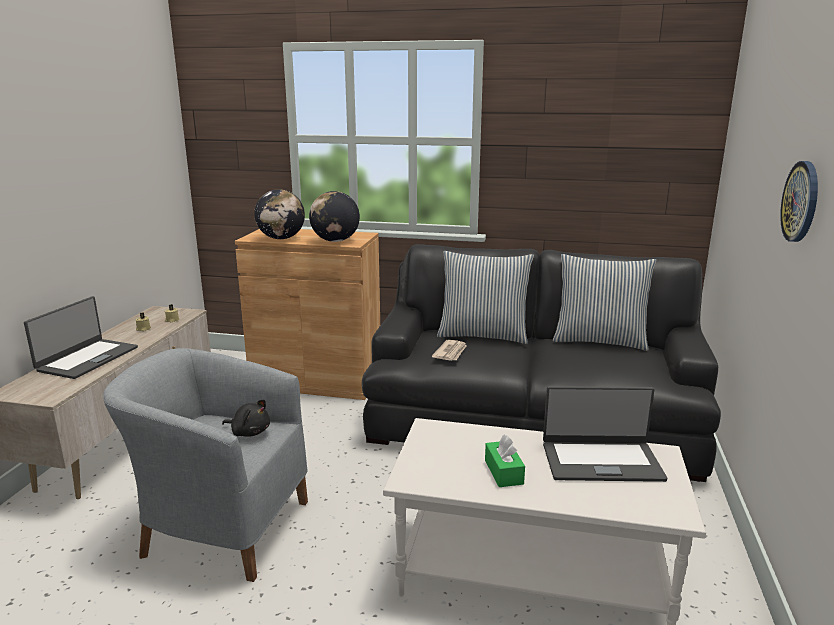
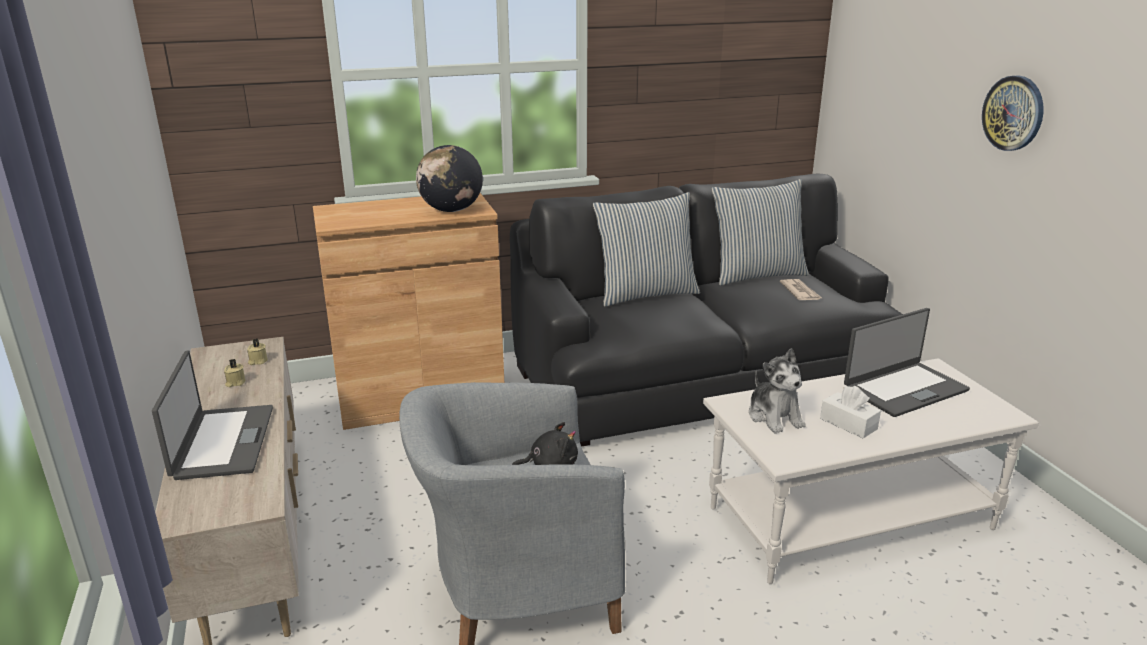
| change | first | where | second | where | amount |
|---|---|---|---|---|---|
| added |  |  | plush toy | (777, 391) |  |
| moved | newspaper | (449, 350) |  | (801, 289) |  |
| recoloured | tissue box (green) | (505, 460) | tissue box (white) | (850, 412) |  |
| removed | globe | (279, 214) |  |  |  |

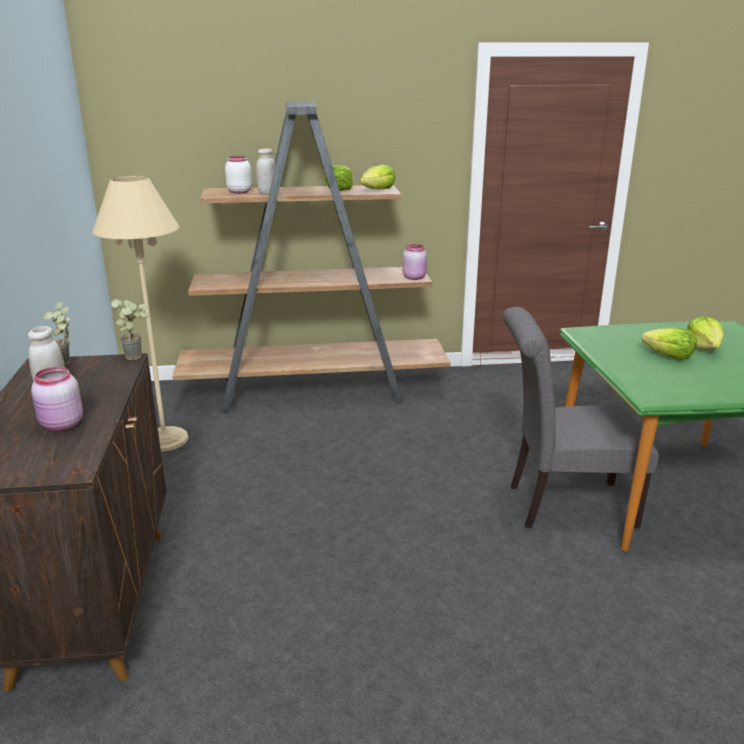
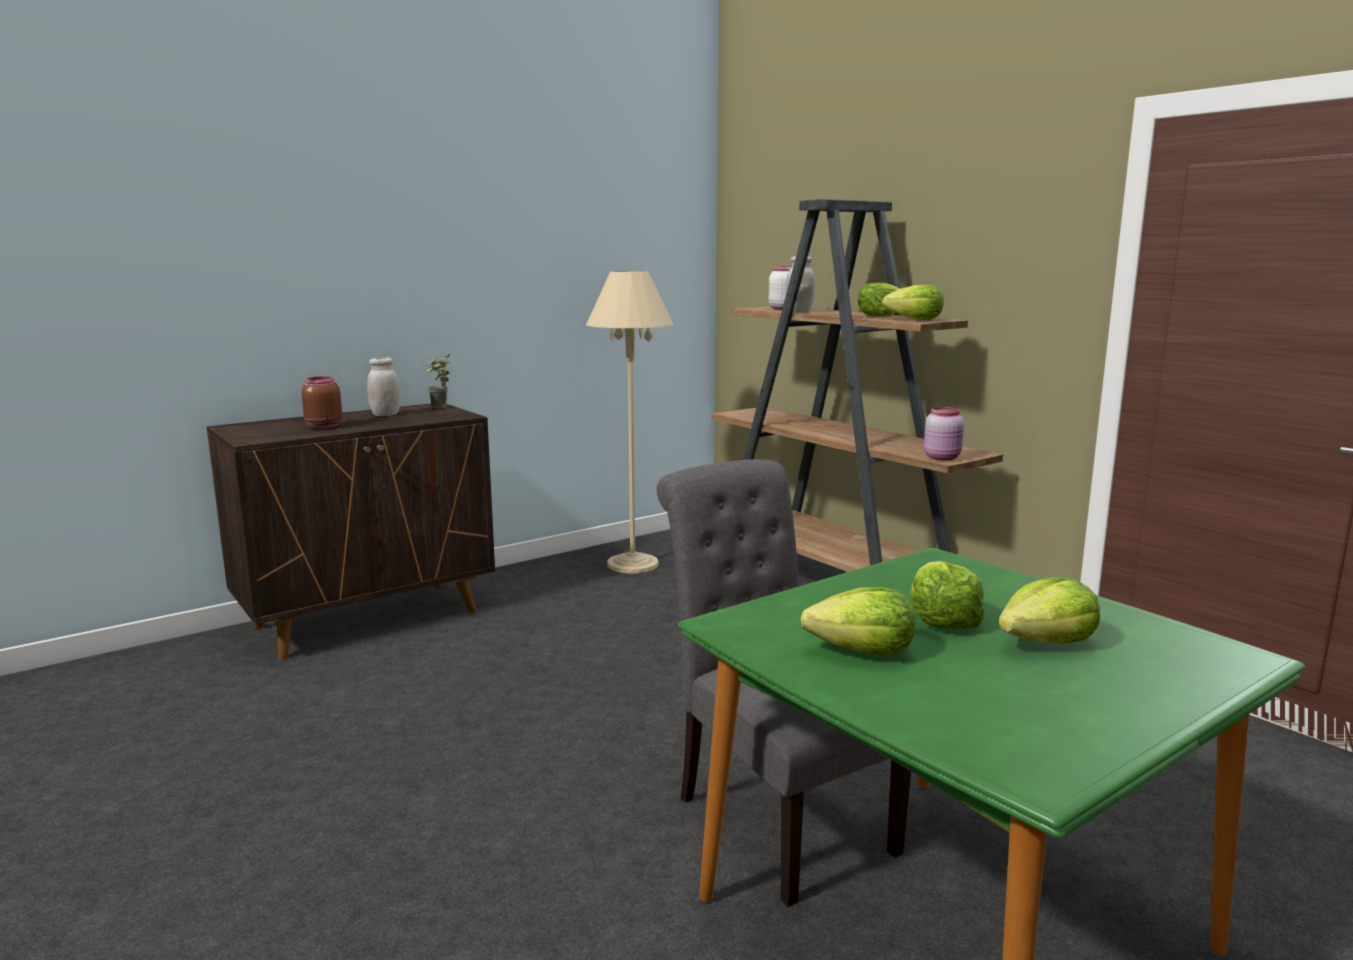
| change | first | where | second | where | amount |
|---|---|---|---|---|---|
| recoloured | jar (pink) | (57, 399) | jar (brown) | (322, 402) |  |
| added |  |  | lettuce | (858, 621) |  |
| removed | potted plant | (130, 329) |  |  |  |

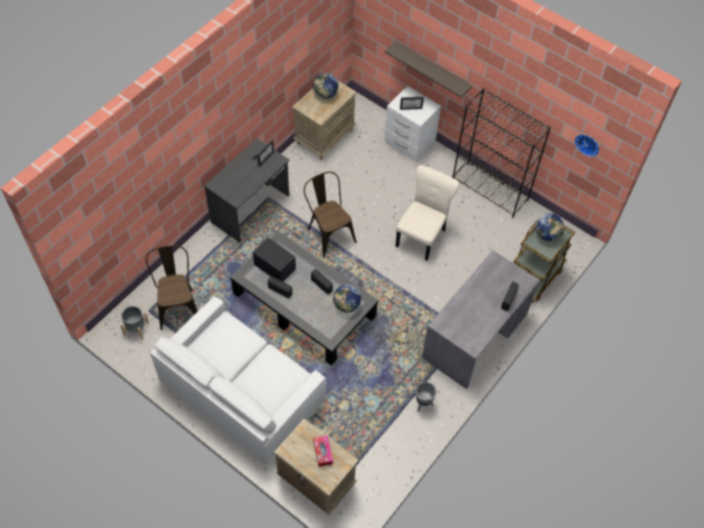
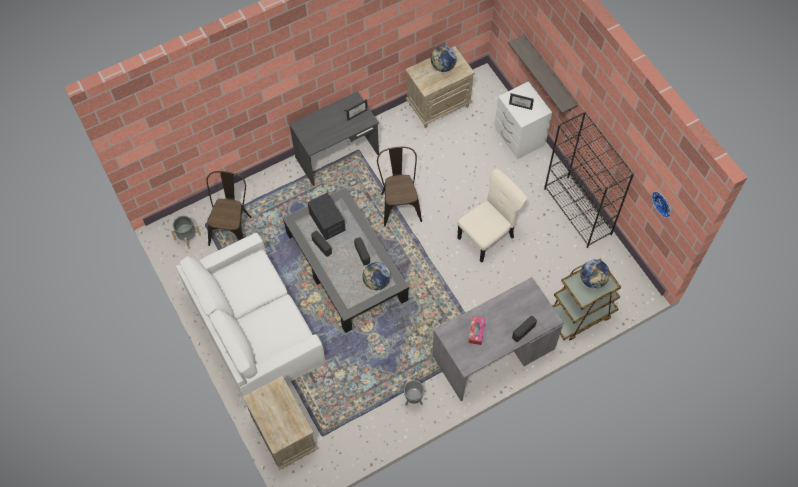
| change | first | where | second | where | amount |
|---|---|---|---|---|---|
| moved | tissue box | (323, 451) |  | (477, 330) |  |

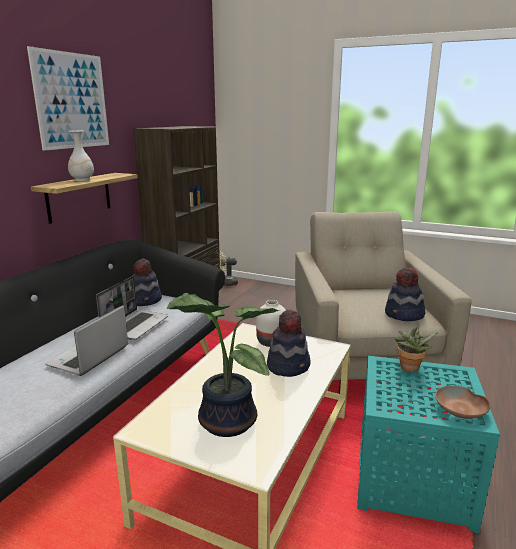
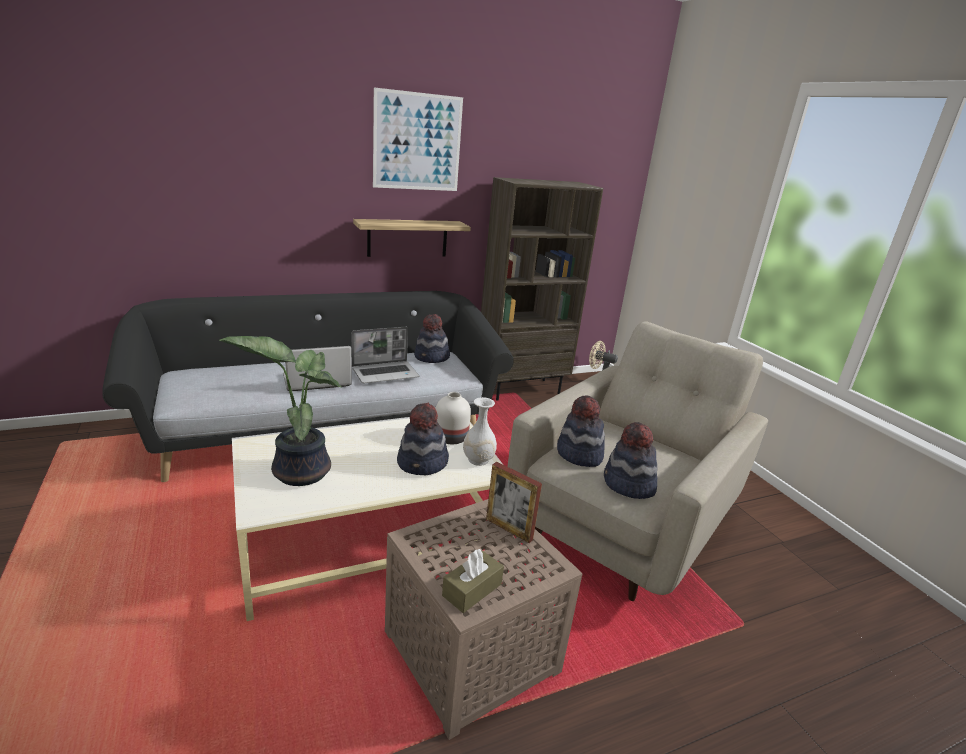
| change | first | where | second | where | amount |
|---|---|---|---|---|---|
| recoloured | side table (turquoise) | (428, 444) | side table (brown) | (484, 619) |  |
| replaced | bowl (brown) | (462, 402) | tissue box (brown) | (473, 581) |  |
| moved | vase (white) | (81, 156) |  | (480, 431) |  |
| replaced | potted plant | (416, 348) | picture frame | (514, 502) |  |
| added |  |  | hat | (581, 431) |  |

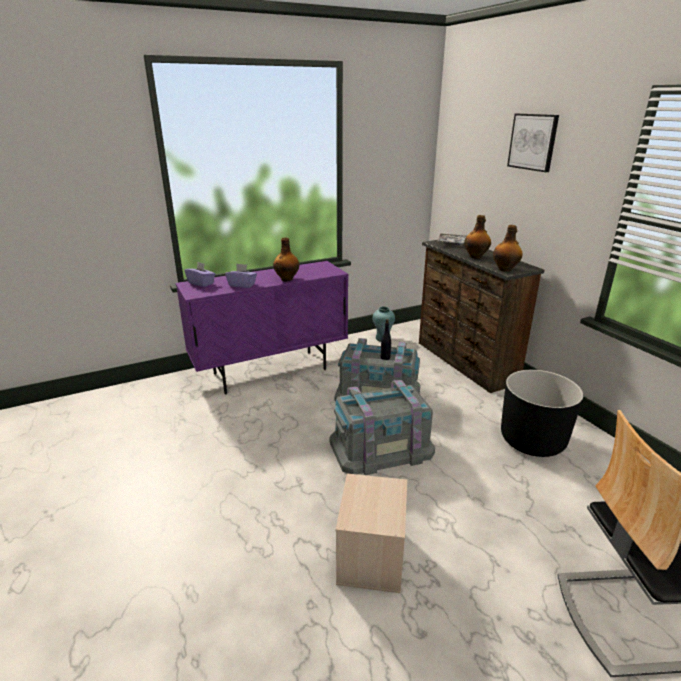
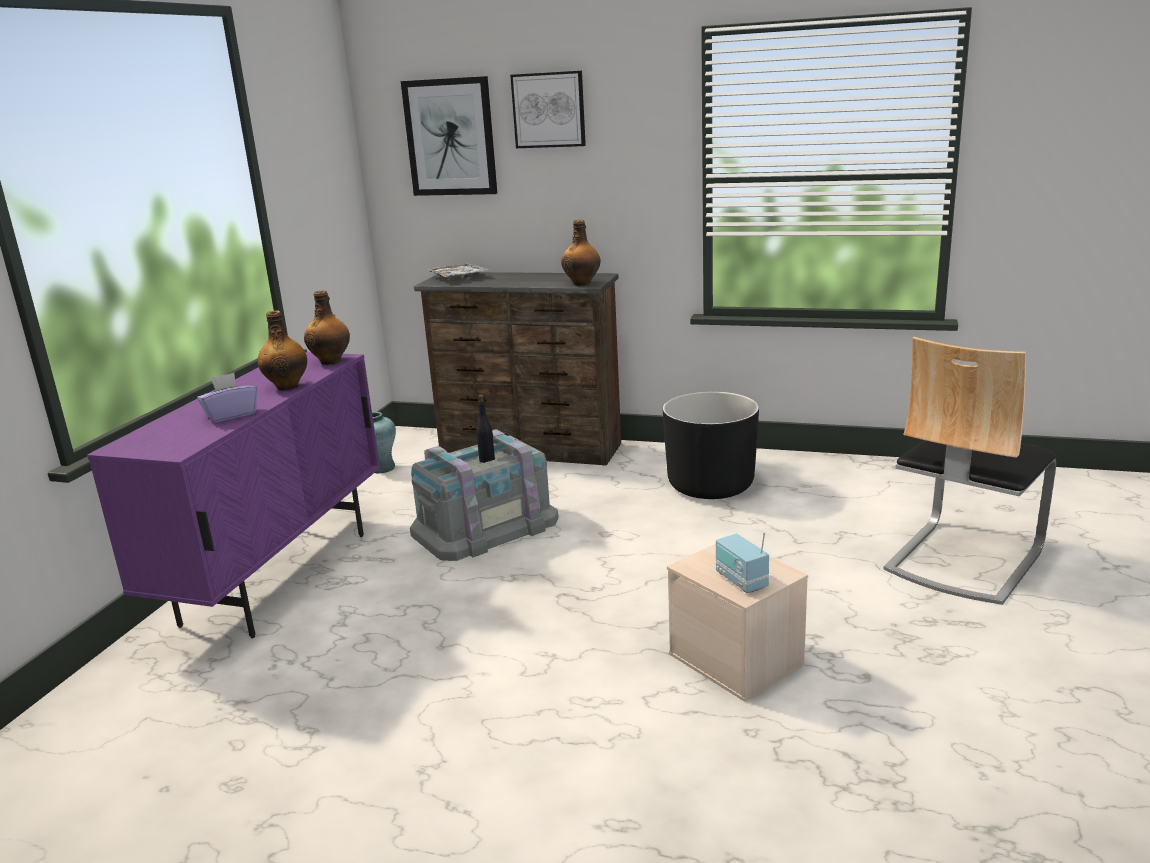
| change | first | where | second | where | amount |
|---|---|---|---|---|---|
| moved | bottle | (477, 237) |  | (327, 327) |  |
| added |  |  | picture | (449, 136) |  |
| added |  |  | radio | (742, 562) |  |
| removed | tissue box (purple) | (199, 274) |  |  |  |
| removed | storage box (grey) | (382, 427) |  |  |  |

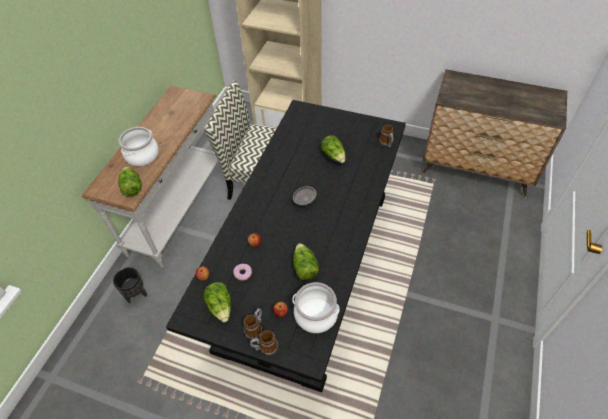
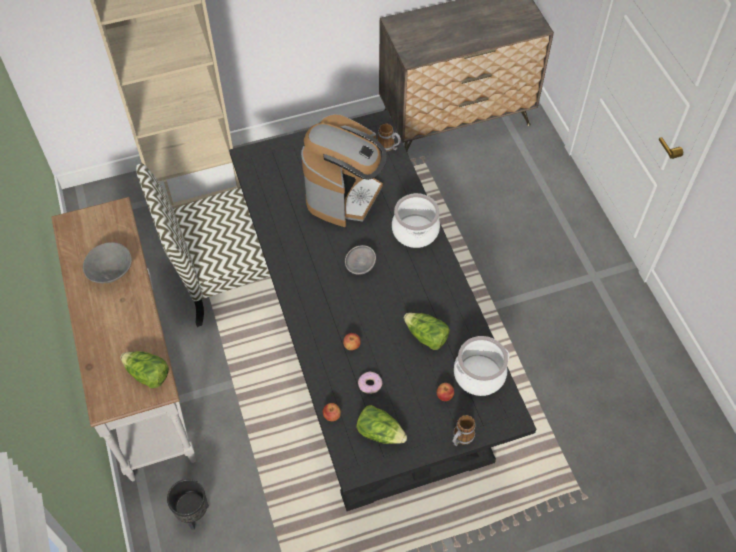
| change | first | where | second | where | amount |
|---|---|---|---|---|---|
| added |  |  | bowl (grey) | (107, 262) |  |
| replaced | lettuce | (333, 149) | coffee machine | (344, 170) |  |
| moved | cooking pot | (139, 146) |  | (416, 220) |  |
| removed | mug | (253, 323) |  |  |  |

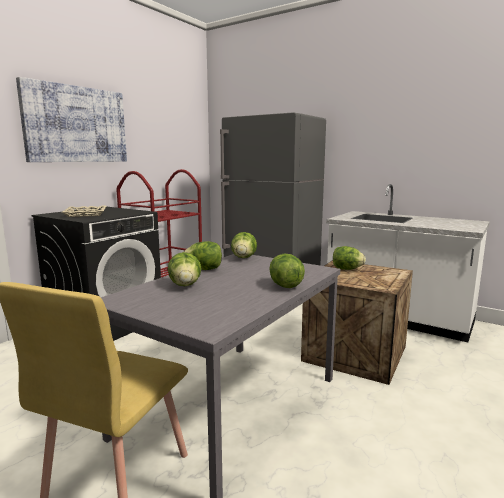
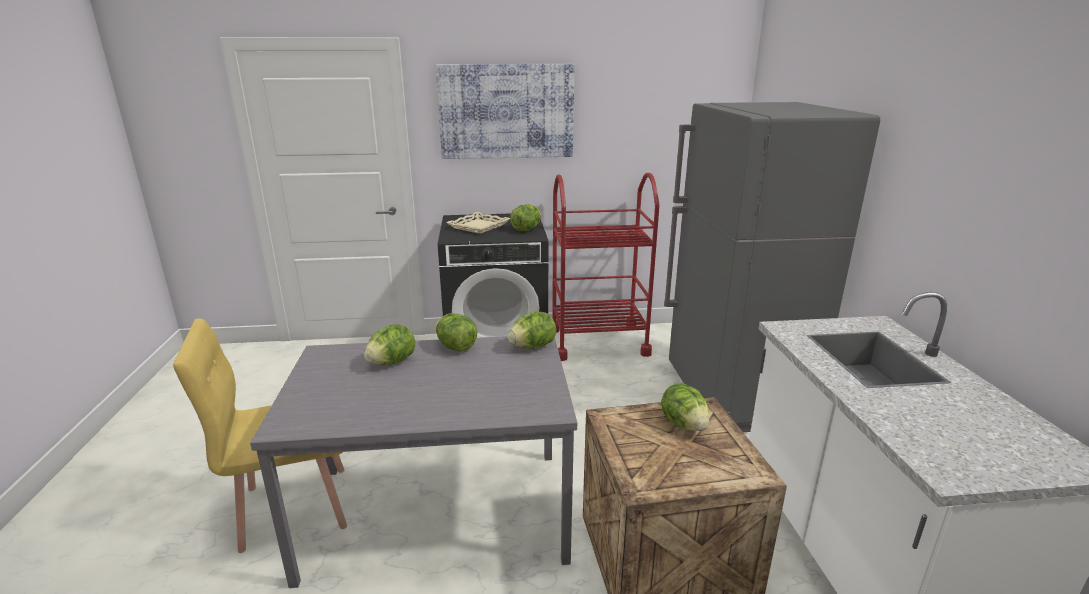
| change | first | where | second | where | amount |
|---|---|---|---|---|---|
| moved | lettuce | (287, 270) |  | (525, 217) |  |

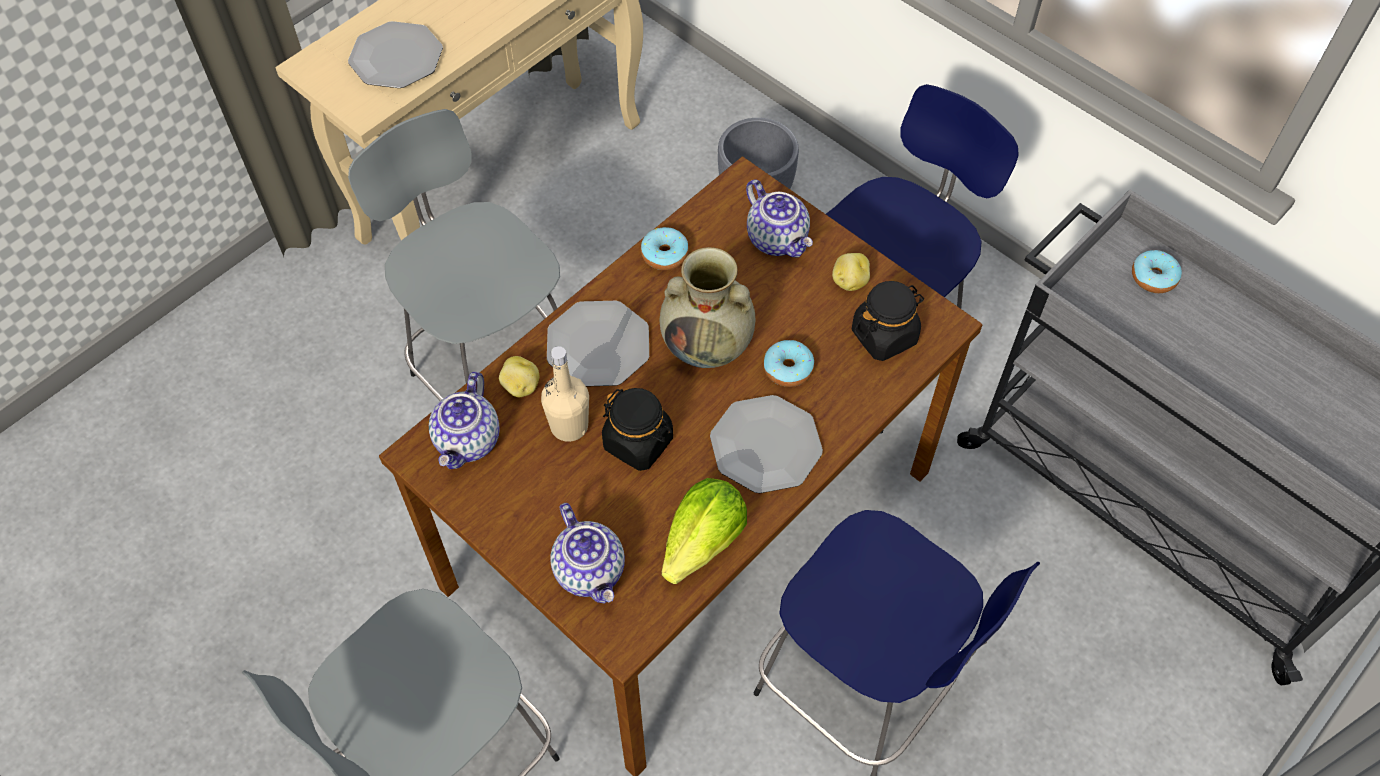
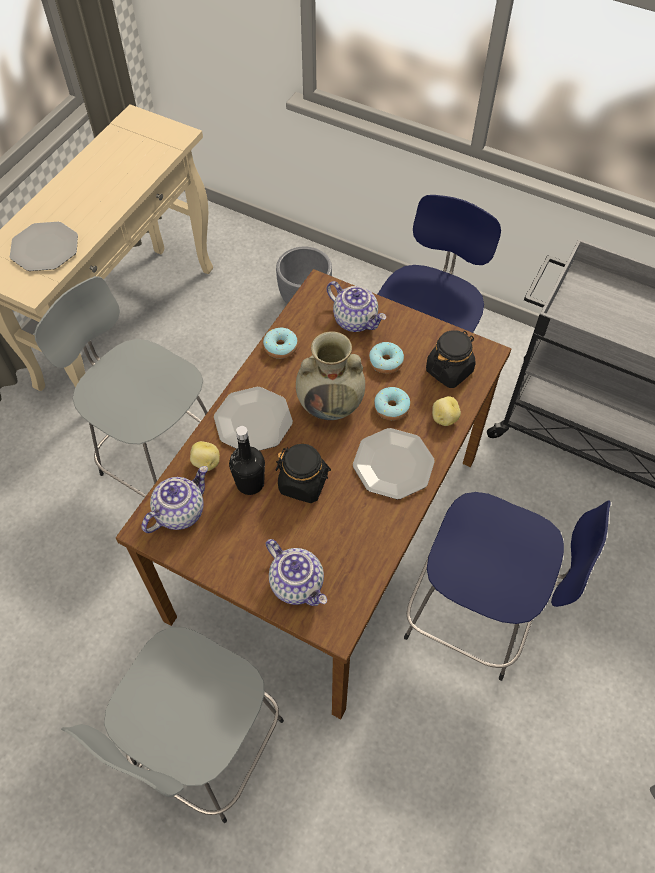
| change | first | where | second | where | amount |
|---|---|---|---|---|---|
| turned | teapot | (464, 420) |  | (175, 499) | 135 degrees counterclockwise |
| recoloured | bottle (beige) | (565, 394) | bottle (black) | (247, 460) |  |
| moved | donut | (1157, 271) |  | (386, 358) |  |
| moved | potato | (851, 272) |  | (446, 411) |  |
| removed | lettuce | (704, 531) |  |  |  |

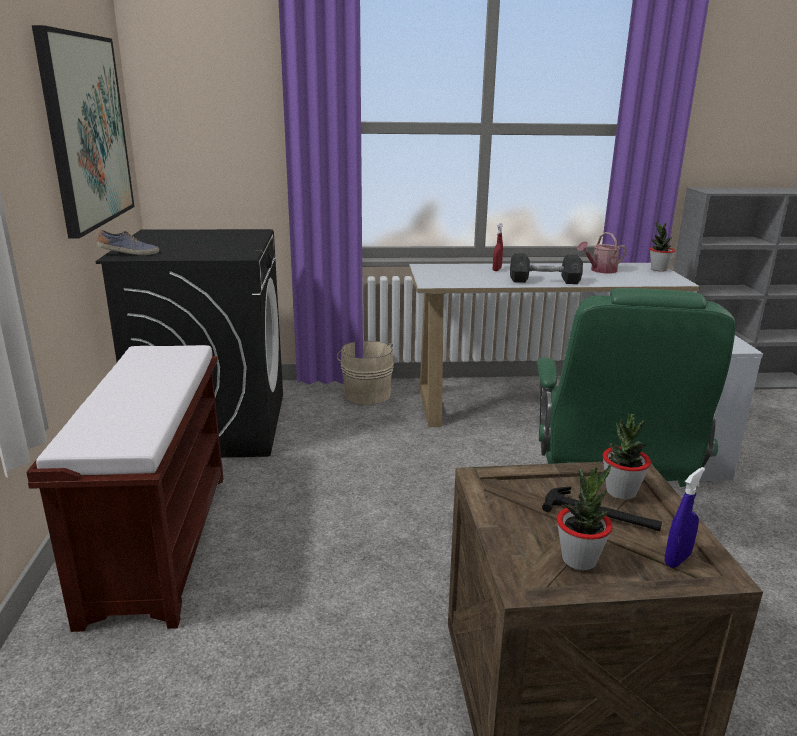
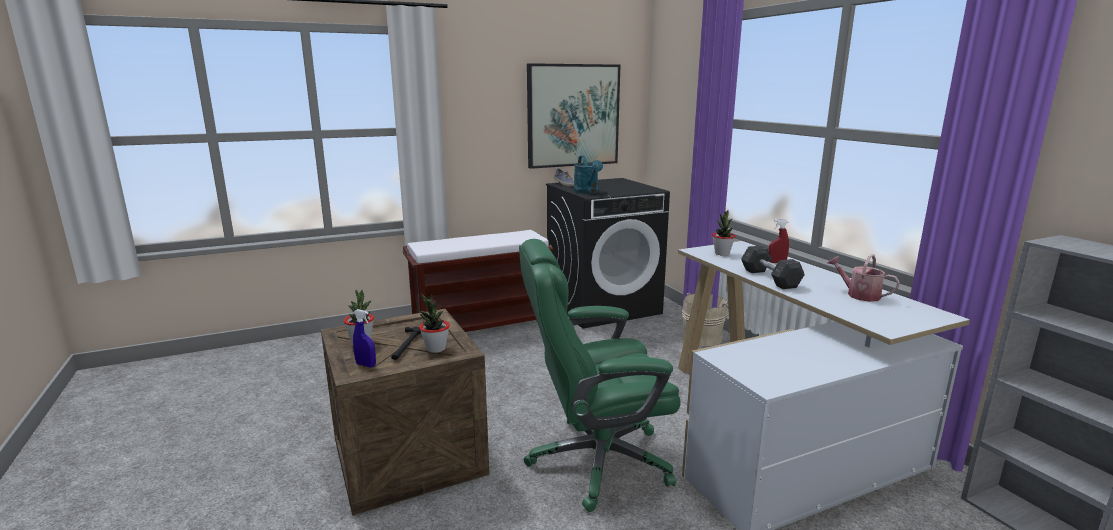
| change | first | where | second | where | amount |
|---|---|---|---|---|---|
| added |  |  | watering can (turquoise) | (588, 175) |  |
| moved | potted plant | (662, 247) |  | (723, 233) |  |

